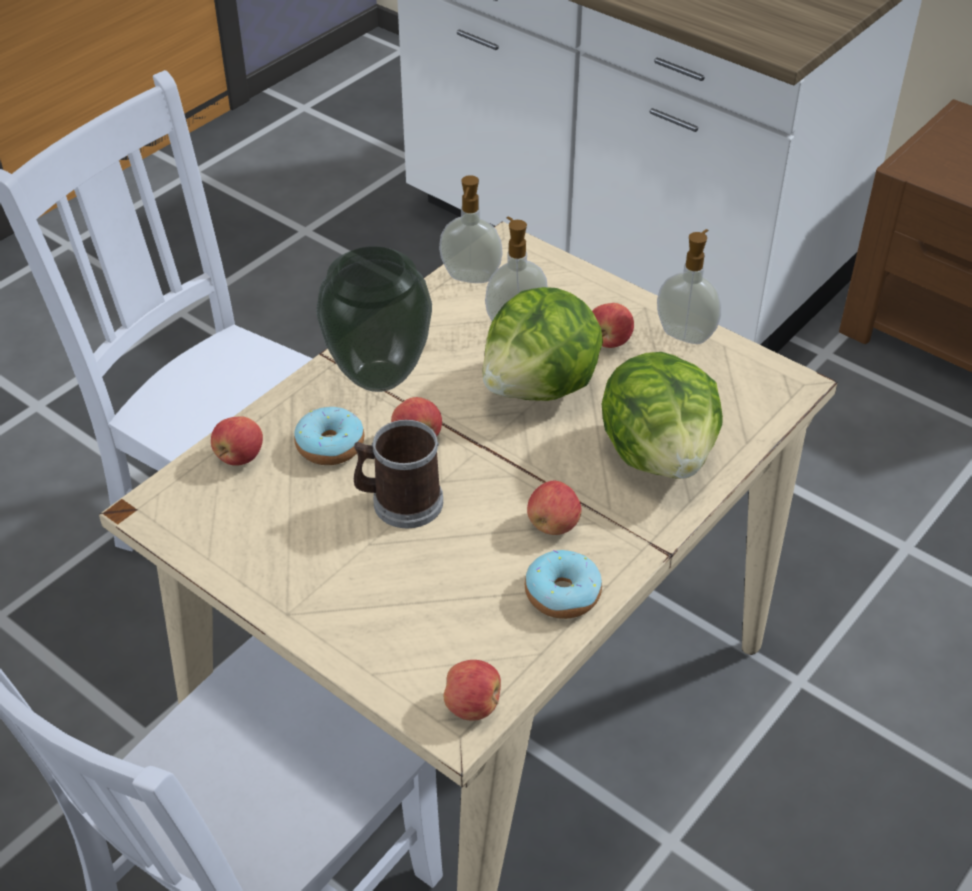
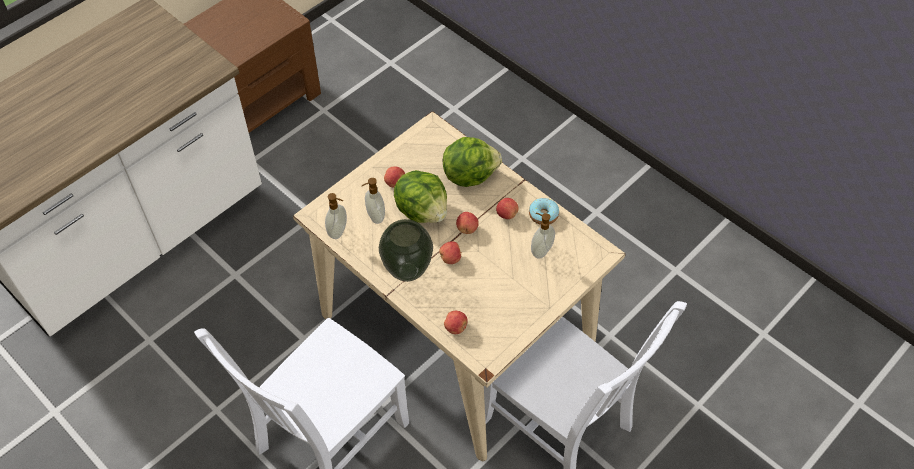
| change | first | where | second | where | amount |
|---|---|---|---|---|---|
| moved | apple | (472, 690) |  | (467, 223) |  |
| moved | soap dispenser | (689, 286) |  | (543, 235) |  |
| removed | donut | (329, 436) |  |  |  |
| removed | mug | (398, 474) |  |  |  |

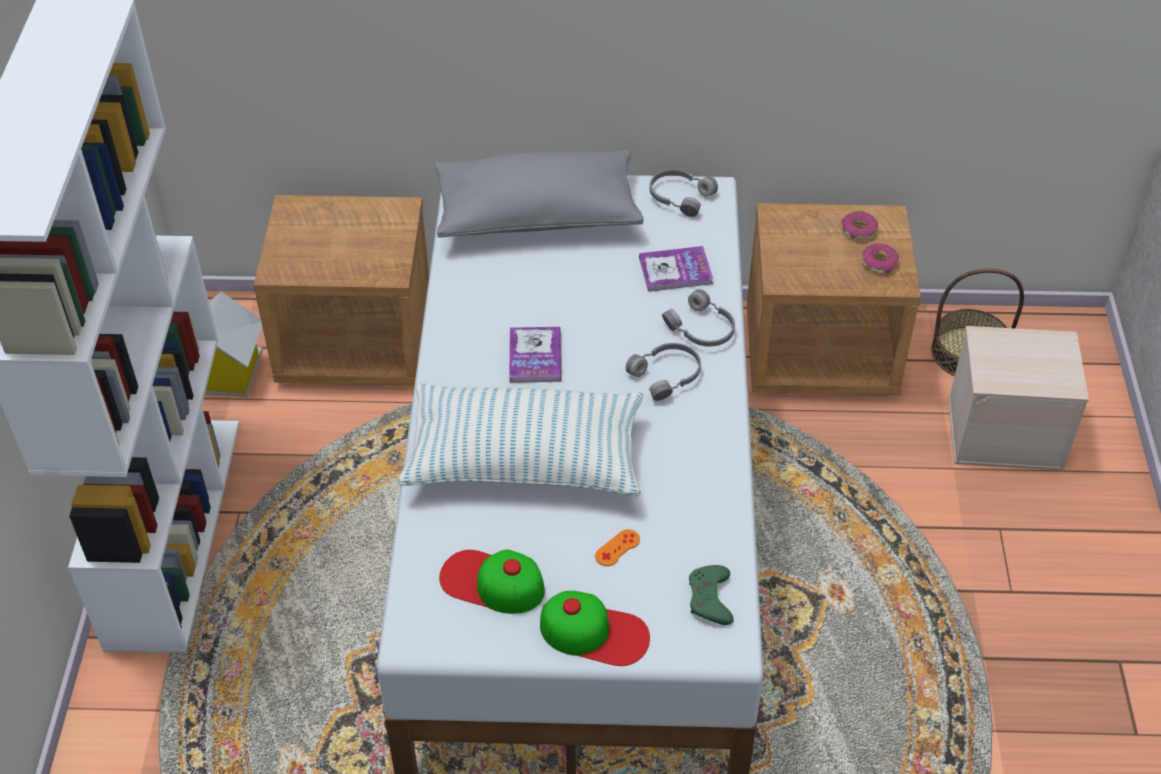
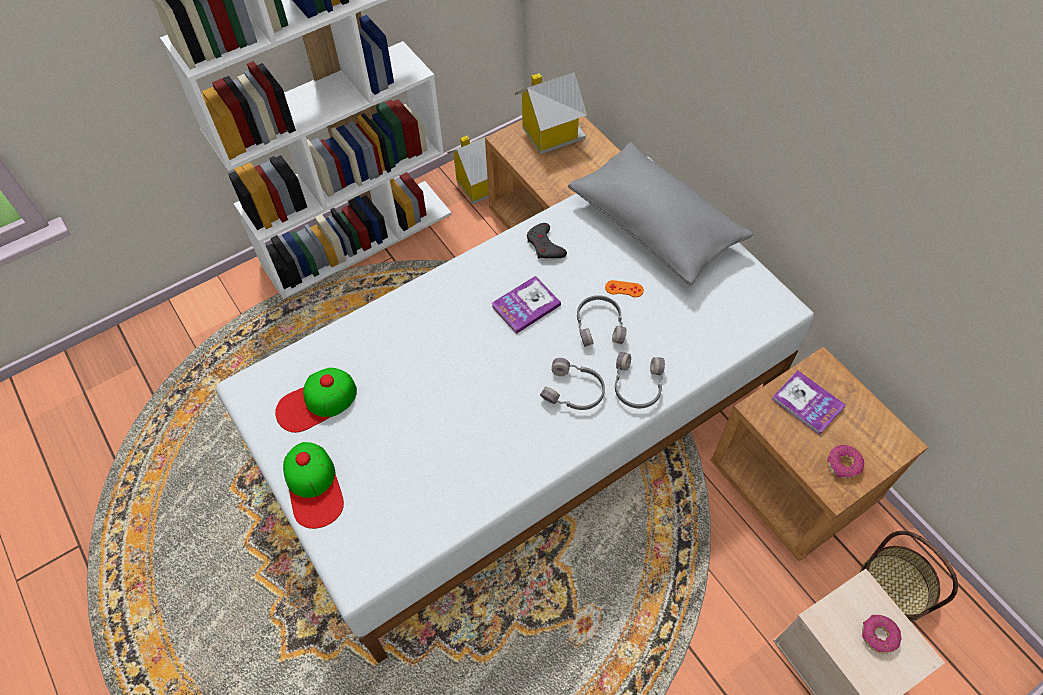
| change | first | where | second | where | amount |
|---|---|---|---|---|---|
| turned | cap | (492, 581) |  | (316, 400) | 105 degrees counterclockwise |
| added |  |  | toy house | (551, 113) |  |
| added |  |  | game controller (grey) | (547, 241) |  |
| moved | headphones (grey) | (684, 193) |  | (602, 321) |  |
| moved | game controller (orange) | (617, 547) |  | (624, 288) |  |
| moved | book | (676, 269) |  | (809, 402) |  |
| moved | donut | (859, 225) |  | (882, 634) |  |
| removed | pillow | (520, 439) |  |  |  |
| removed | game controller (green) | (711, 595) |  |  |  |

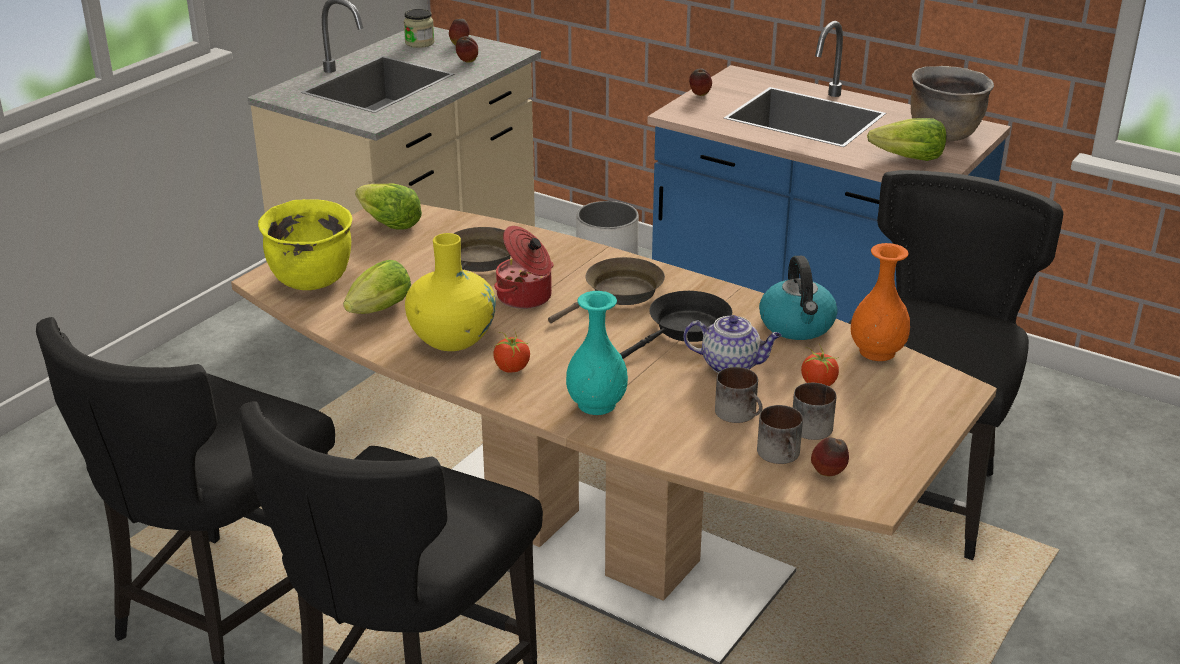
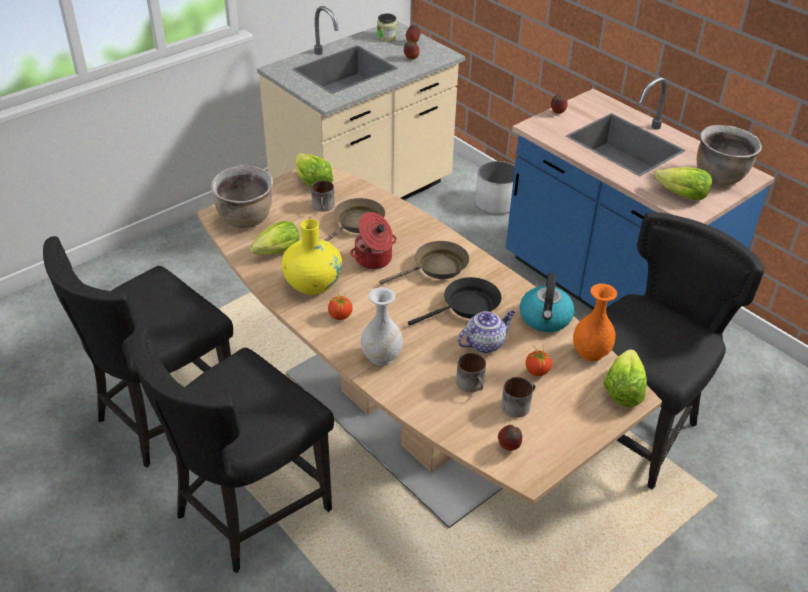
| change | first | where | second | where | amount |
|---|---|---|---|---|---|
| recoloured | cooking pot (yellow) | (305, 244) | cooking pot (brown) | (242, 196) |  |
| moved | mug | (780, 434) |  | (323, 196) |  |
| recoloured | vase (turquoise) | (597, 353) | vase (white) | (382, 326) |  |
| turned | teapot | (733, 344) |  | (486, 331) | 60 degrees counterclockwise |
| added |  |  | lettuce | (625, 378) |  |

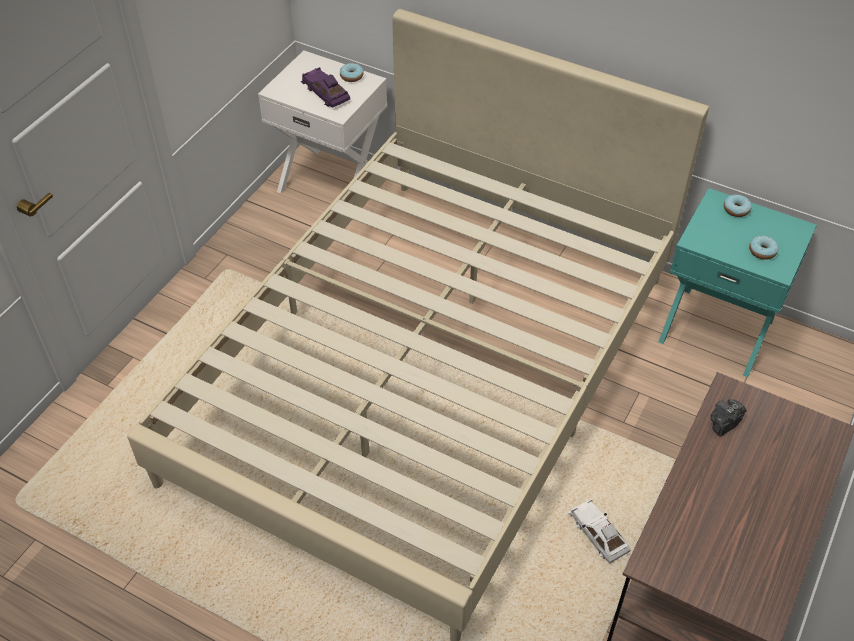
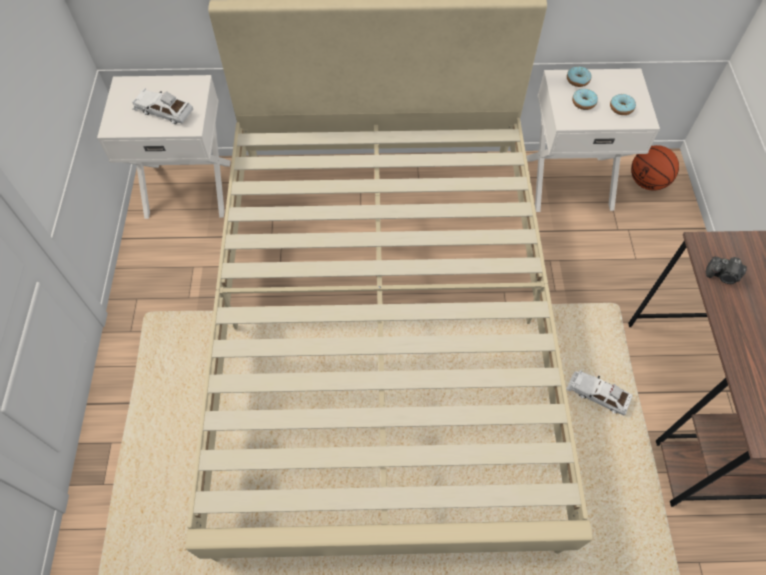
| change | first | where | second | where | amount |
|---|---|---|---|---|---|
| recoloured | toy car (purple) | (325, 87) | toy car (white) | (162, 106) |  |
| recoloured | nightstand (turquoise) | (737, 282) | nightstand (white) | (593, 140) |  |
| moved | donut | (352, 72) |  | (585, 99) |  |
| added |  |  | basketball | (655, 167) |  |
| turned | photo camera | (729, 418) |  | (726, 270) | 90 degrees counterclockwise |

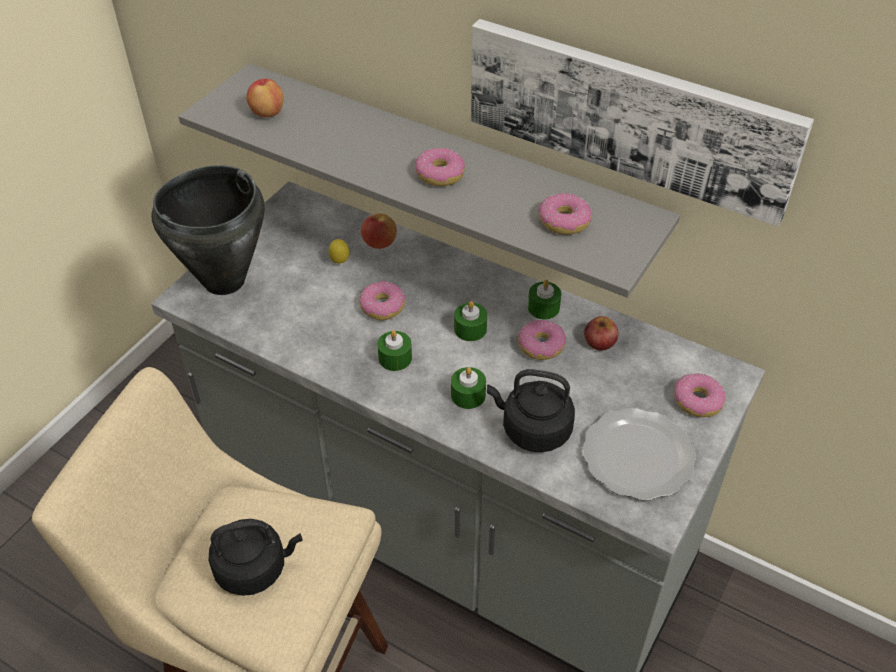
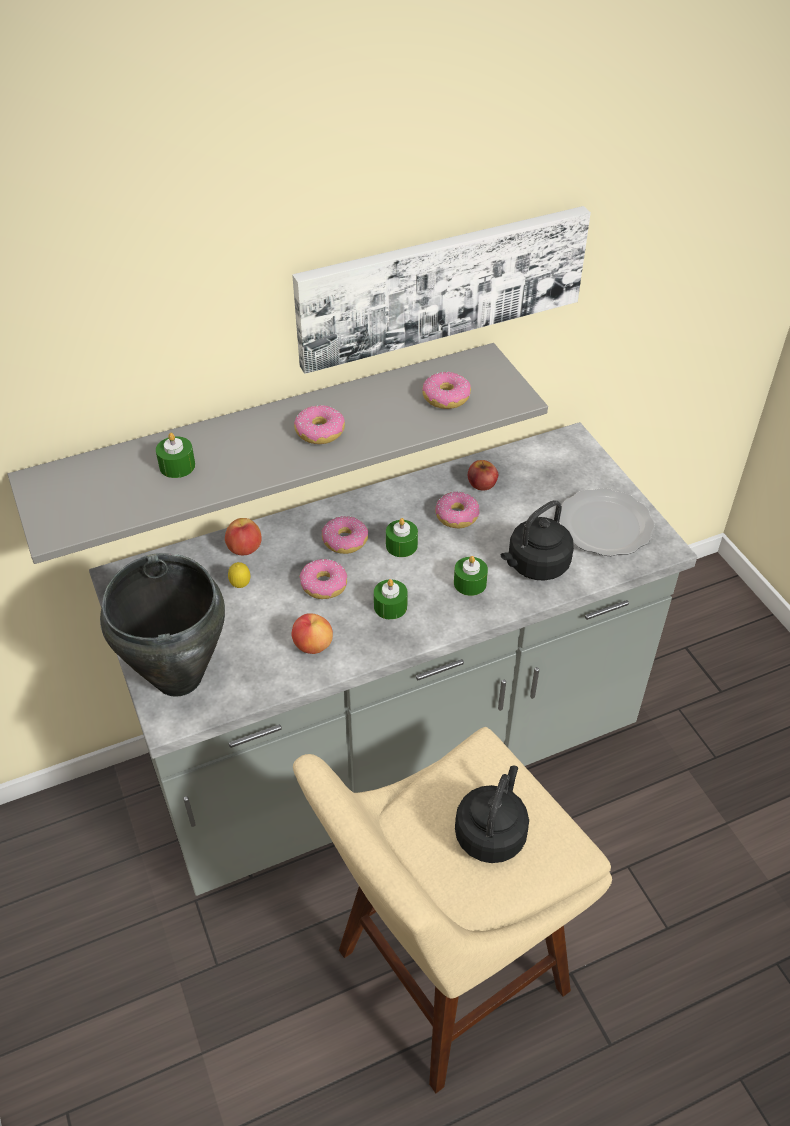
| change | first | where | second | where | amount |
|---|---|---|---|---|---|
| moved | candle (green) | (544, 300) |  | (175, 455) |  |
| moved | apple | (265, 98) |  | (312, 633) |  |
| moved | donut | (700, 395) |  | (345, 535) |  |

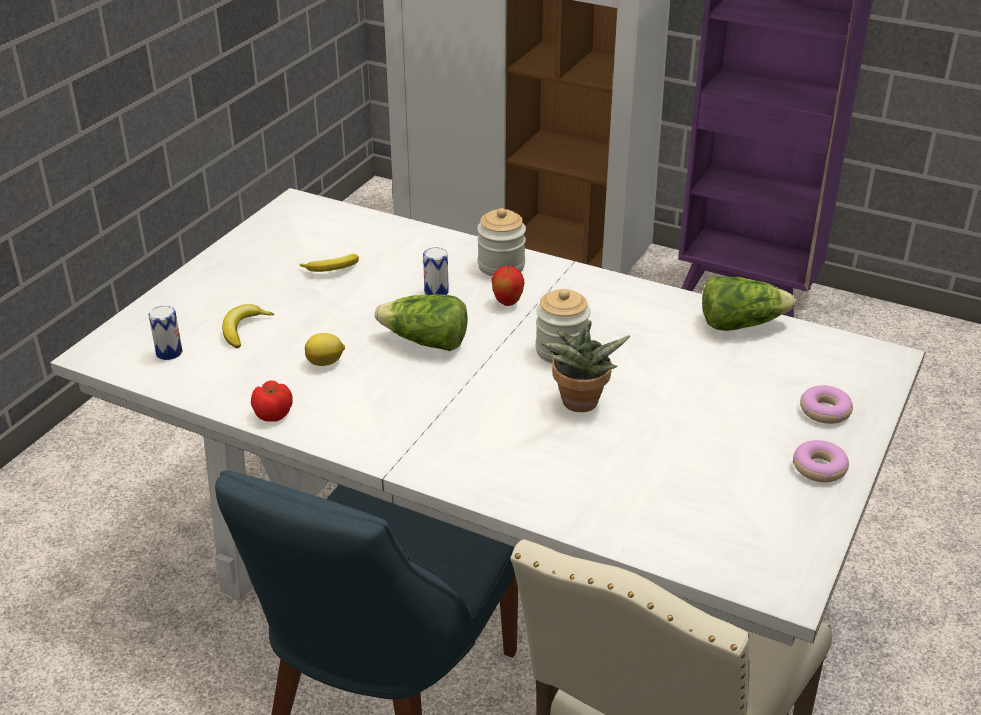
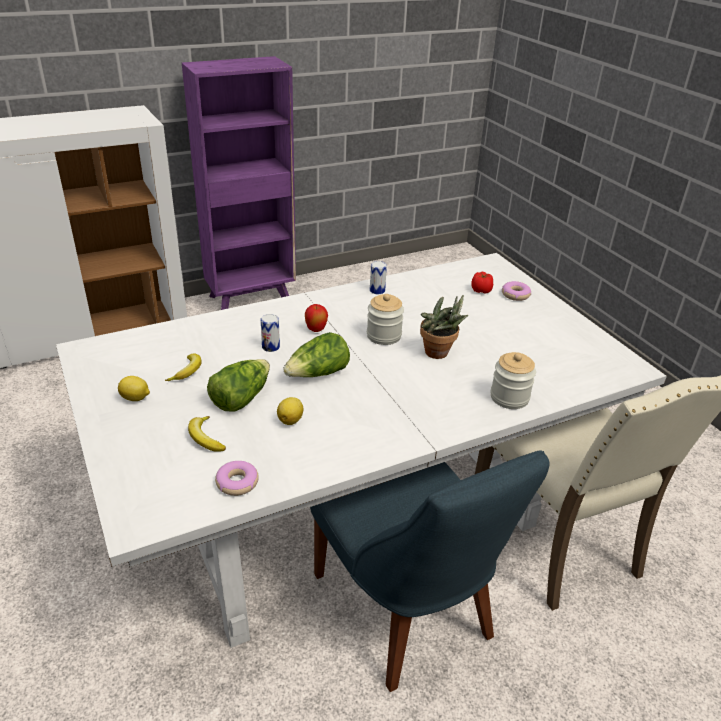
| change | first | where | second | where | amount |
|---|---|---|---|---|---|
| added |  |  | lemon | (134, 388) |  |
| moved | lettuce | (749, 303) |  | (238, 385) |  |
| moved | donut | (821, 461) |  | (237, 478) |  |
| moved | can | (165, 333) |  | (378, 277) |  |
| moved | tomato | (271, 401) |  | (482, 283) |  |
| moved | jar | (501, 242) |  | (513, 380) |  |

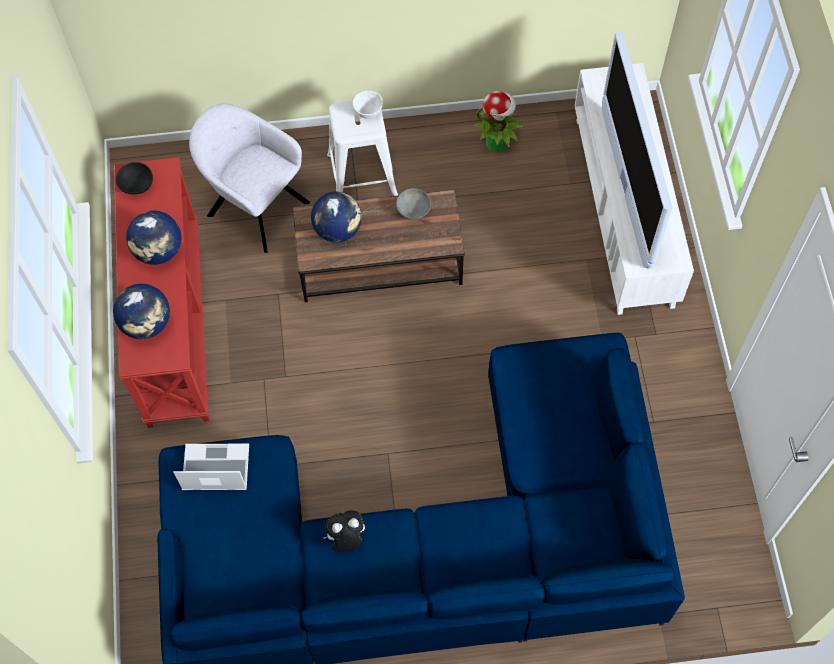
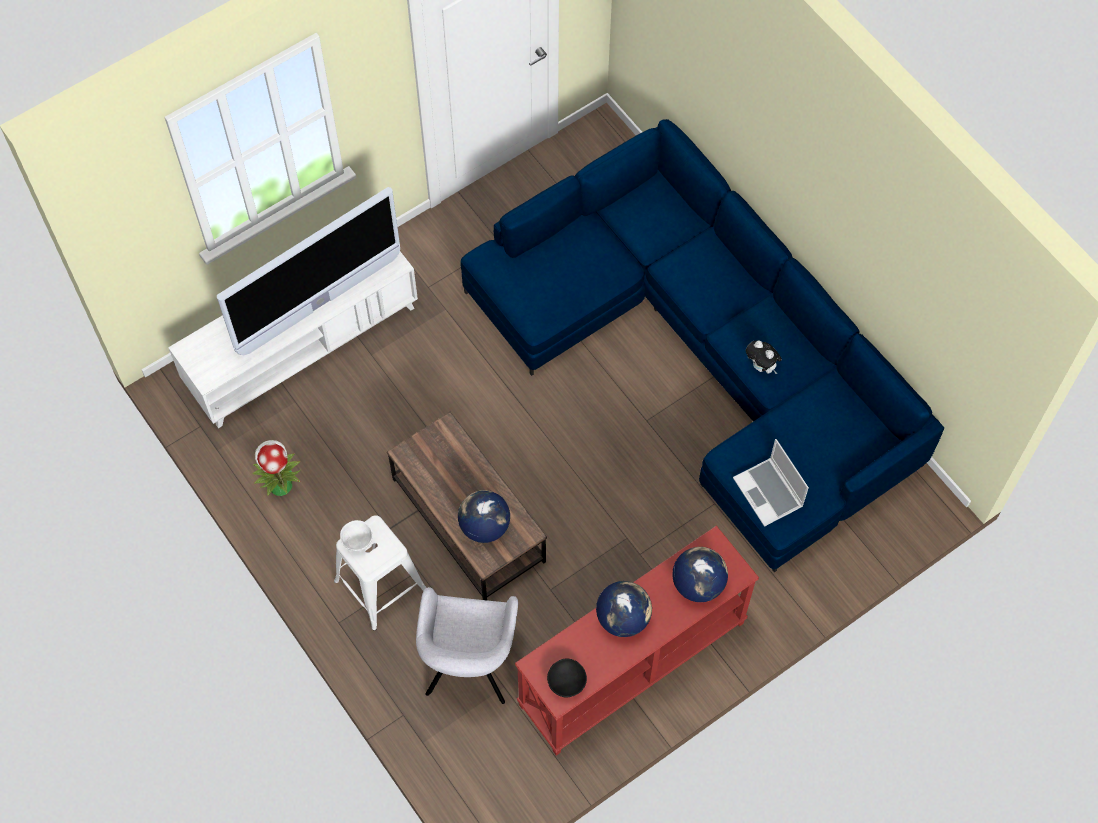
| change | first | where | second | where | amount |
|---|---|---|---|---|---|
| removed | bowl (grey) | (413, 204) |  |  |  |

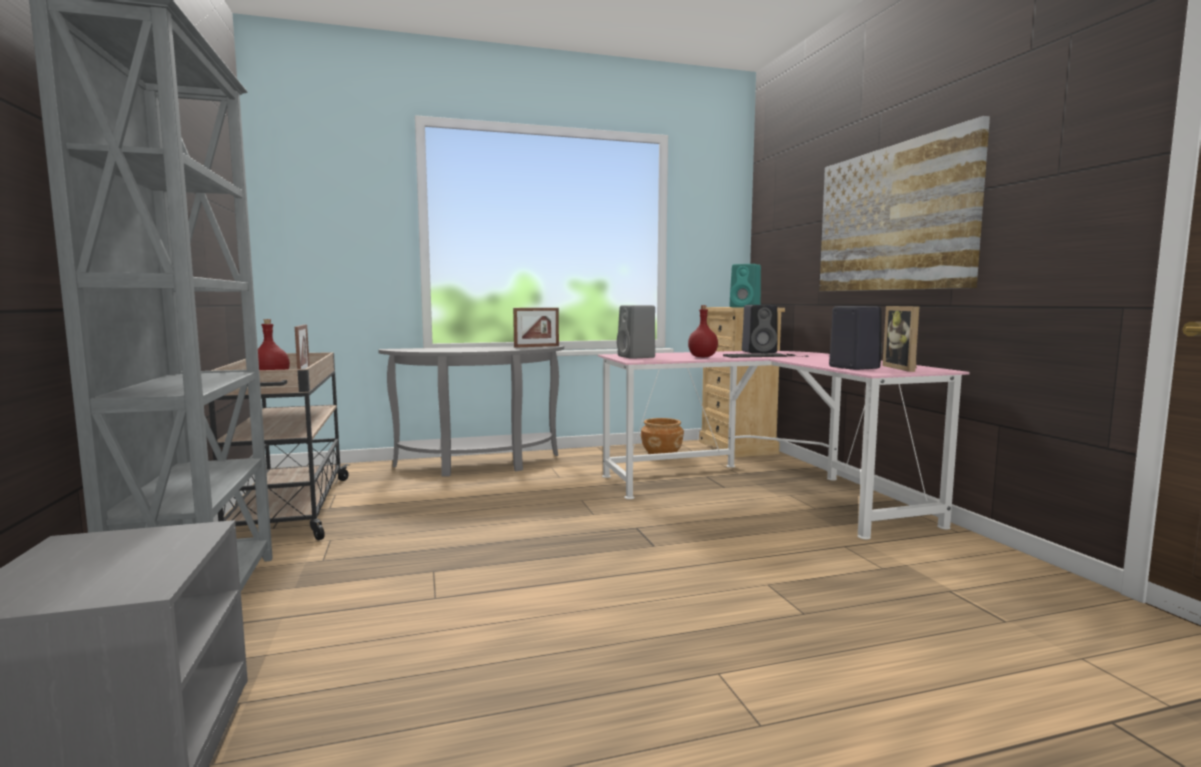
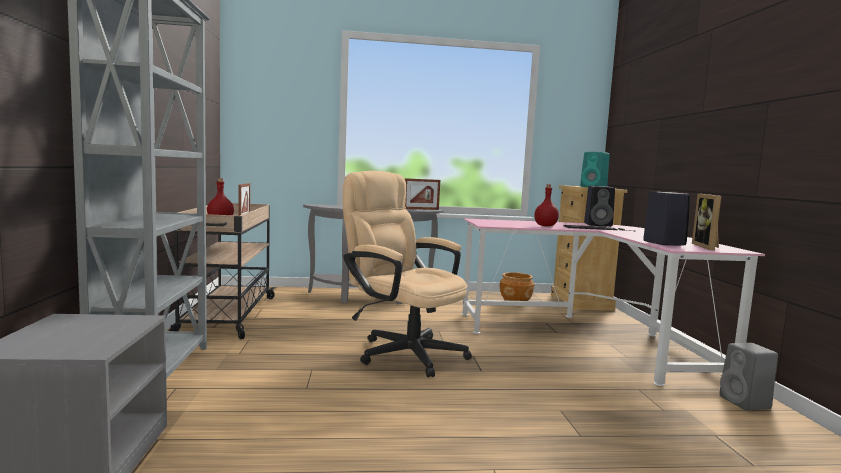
| change | first | where | second | where | amount |
|---|---|---|---|---|---|
| added |  |  | office chair (beige) | (407, 274) |  |
| moved | speaker (grey) | (636, 332) |  | (748, 376) |  |
| removed | picture | (904, 203) |  |  |  |

